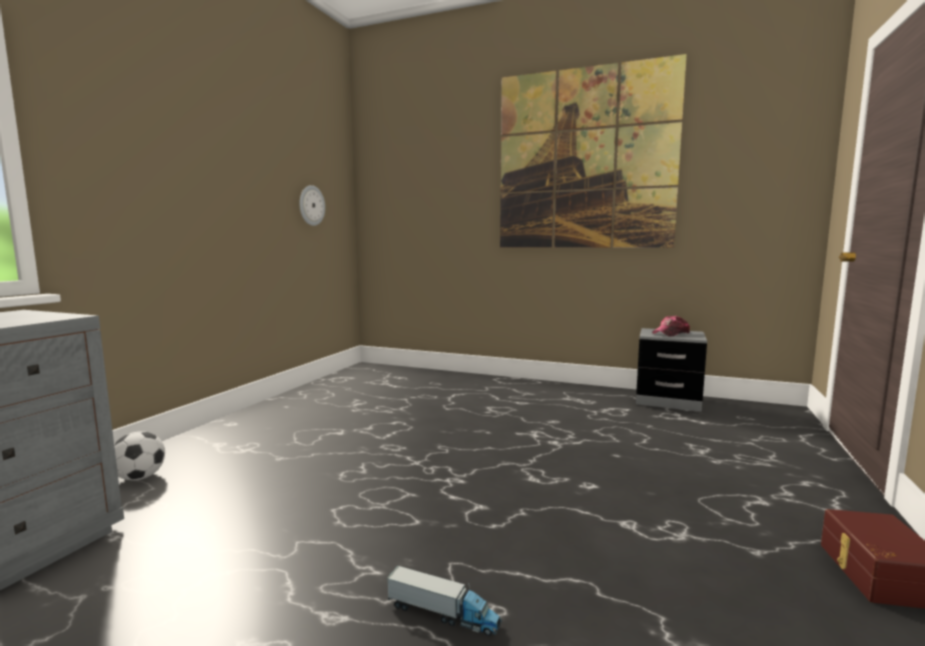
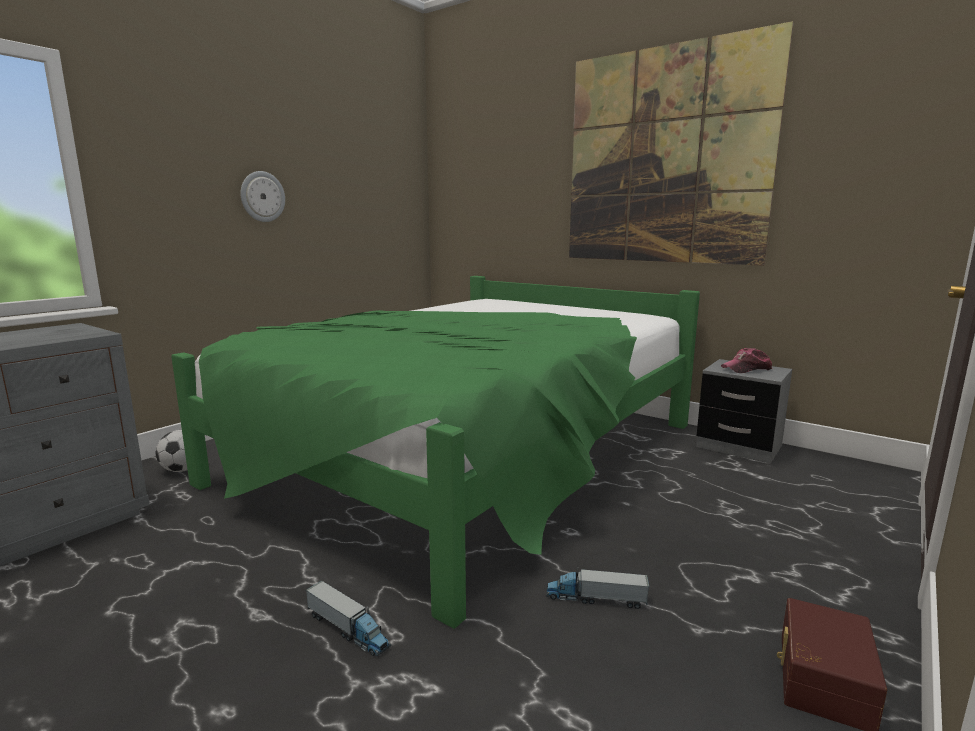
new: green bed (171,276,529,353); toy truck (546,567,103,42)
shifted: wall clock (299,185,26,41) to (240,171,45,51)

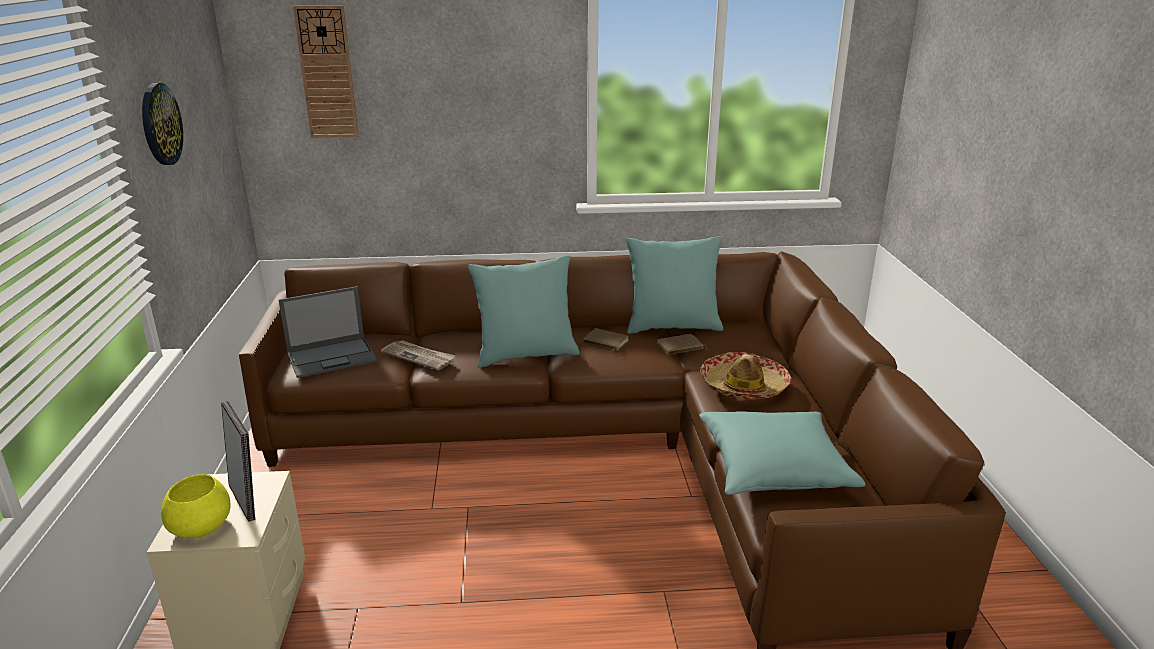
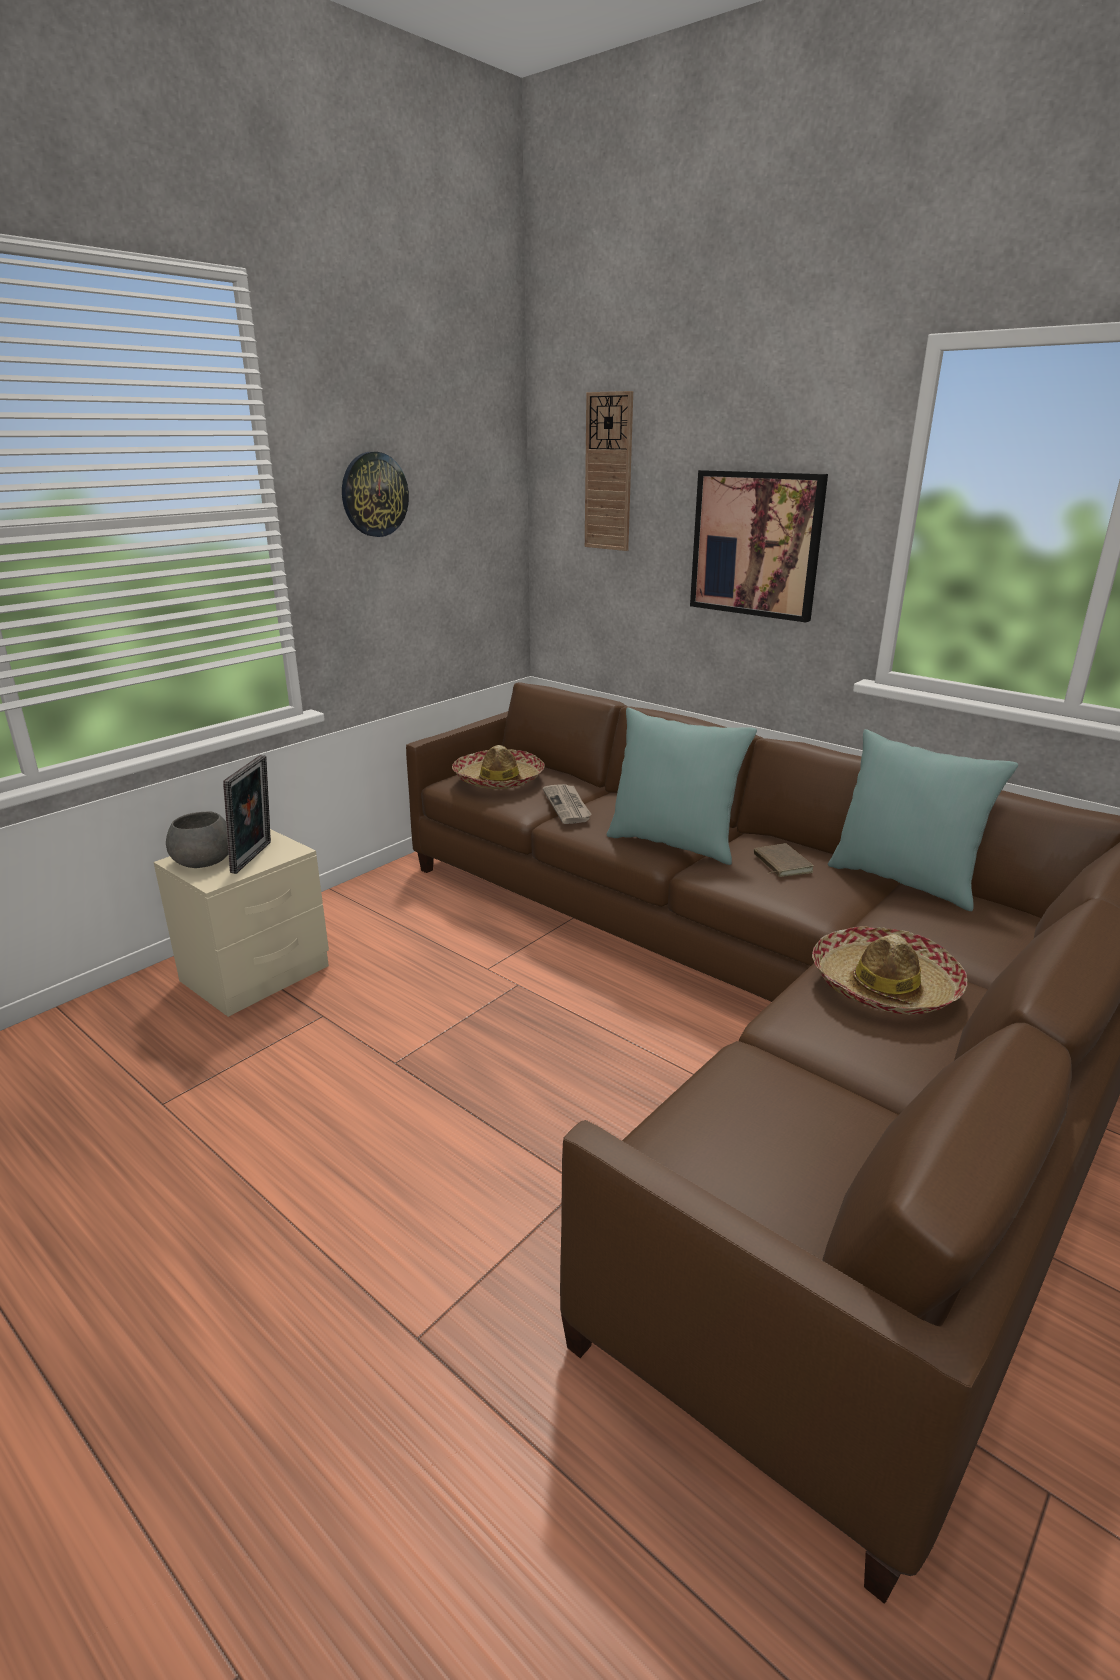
gone: brown book (657,334,50,21); turquoise pillow (699,411,167,84)
new: picture (690,470,138,152)
swapped: laptop (278,286,99,92) to hat (452,745,93,44)
repainted: yellow bowl (161,474,69,64) to grey bowl (166,812,62,56)

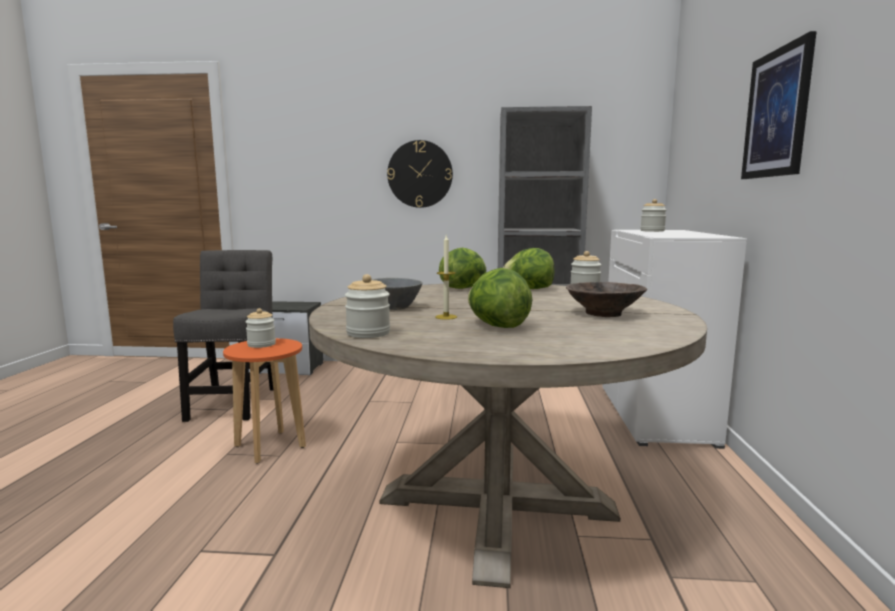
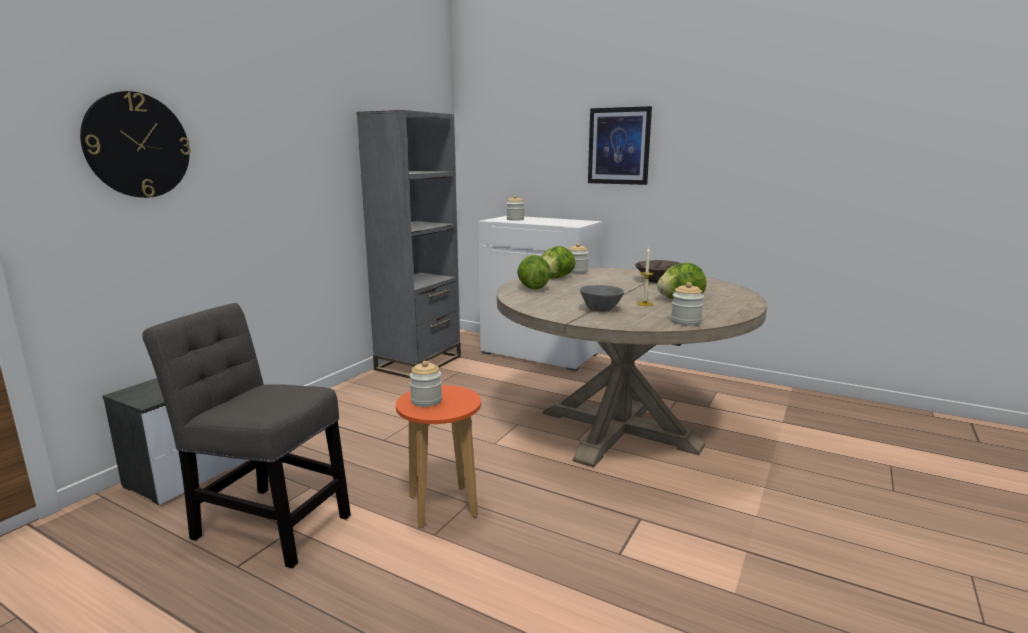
shifted: wall clock (387,140,66,68) to (80,91,111,107)

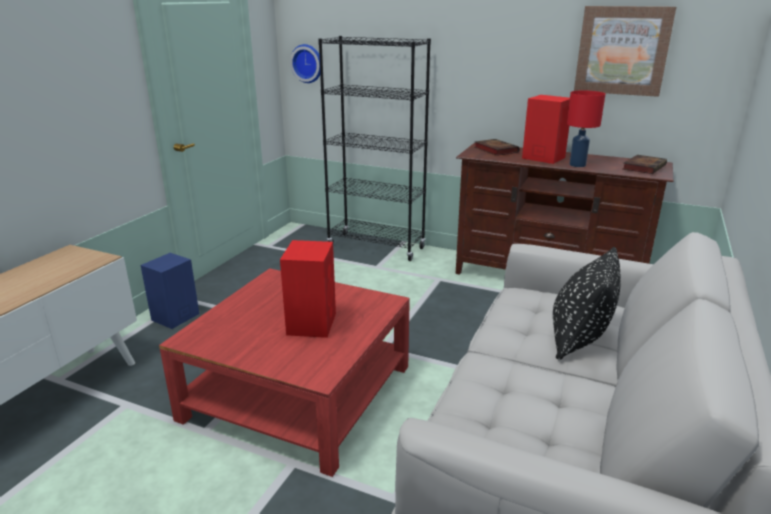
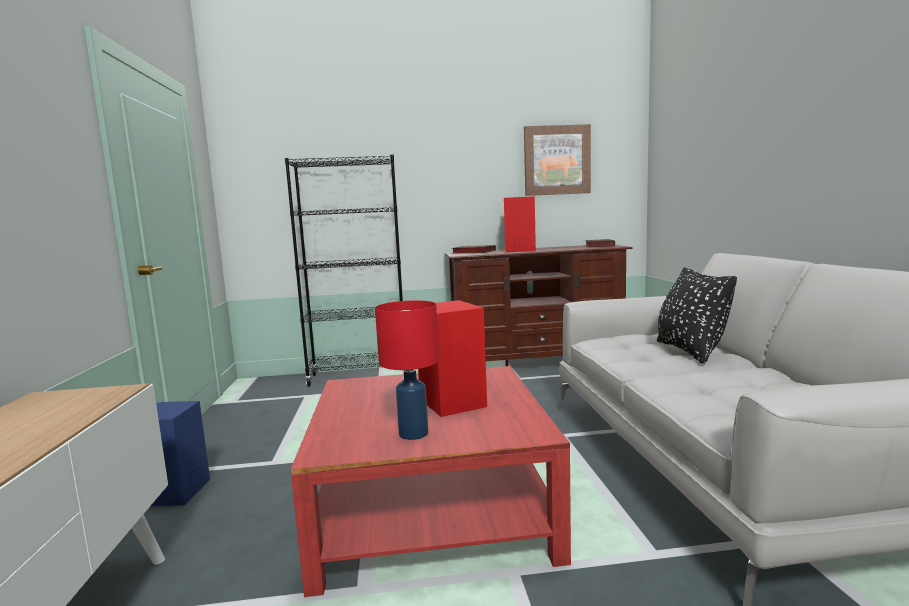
gone: wall clock (290,44,30,39)
shifted: red table lamp (567,90,38,77) to (375,300,64,140)

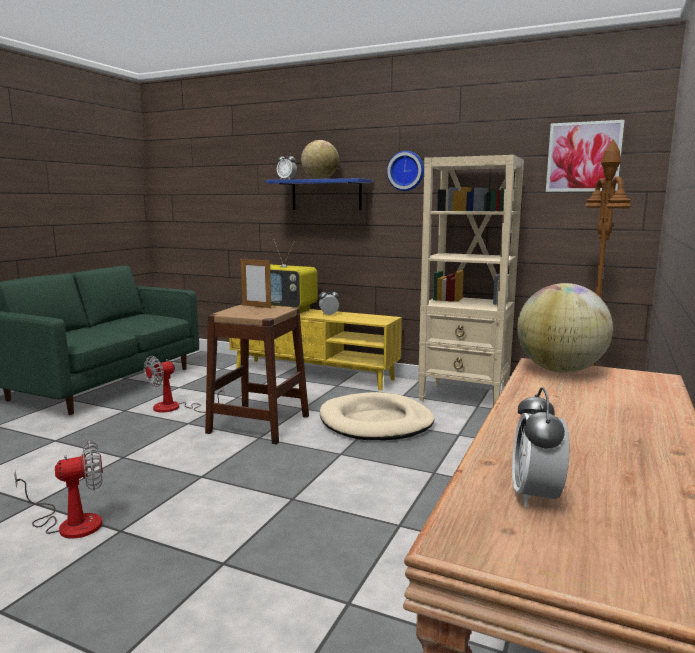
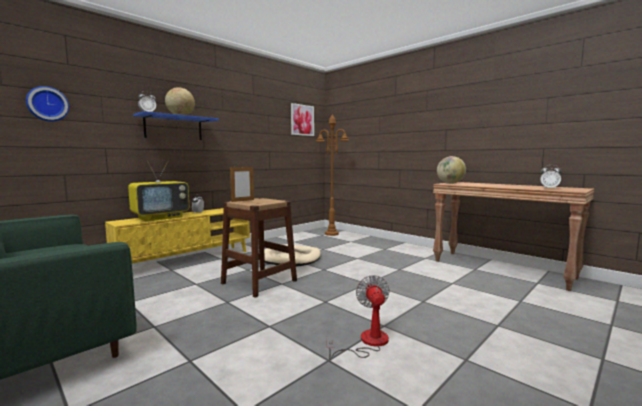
gone: fan (144,356,80,57); beige bookcase (418,155,106,251)
shifted: wall clock (387,151,37,40) to (26,86,43,36)

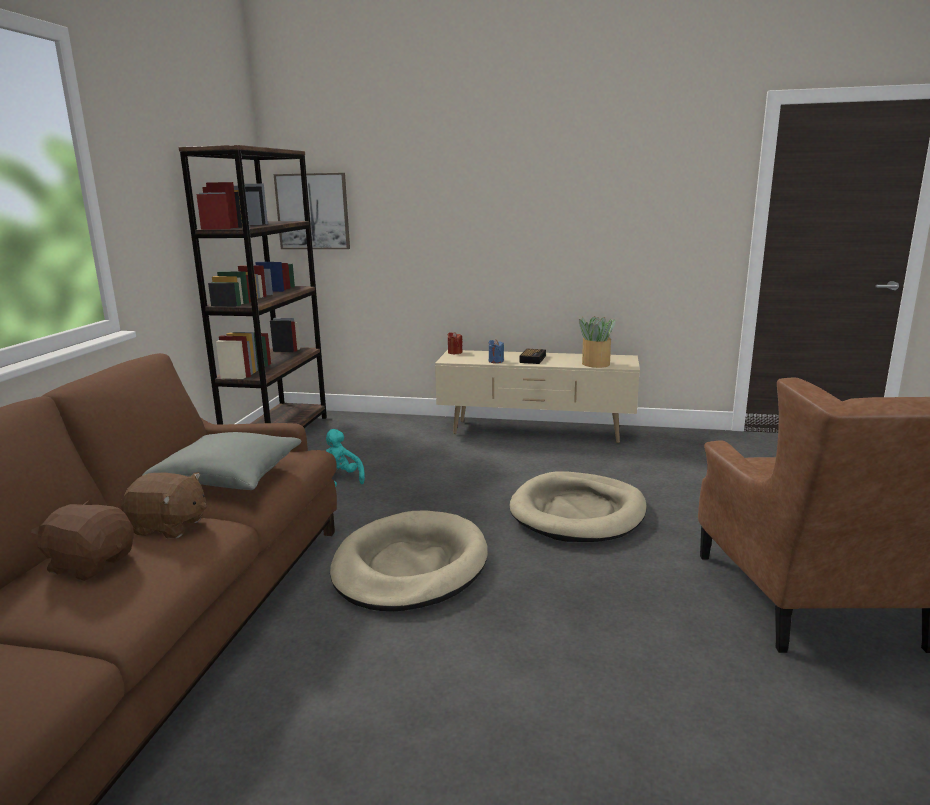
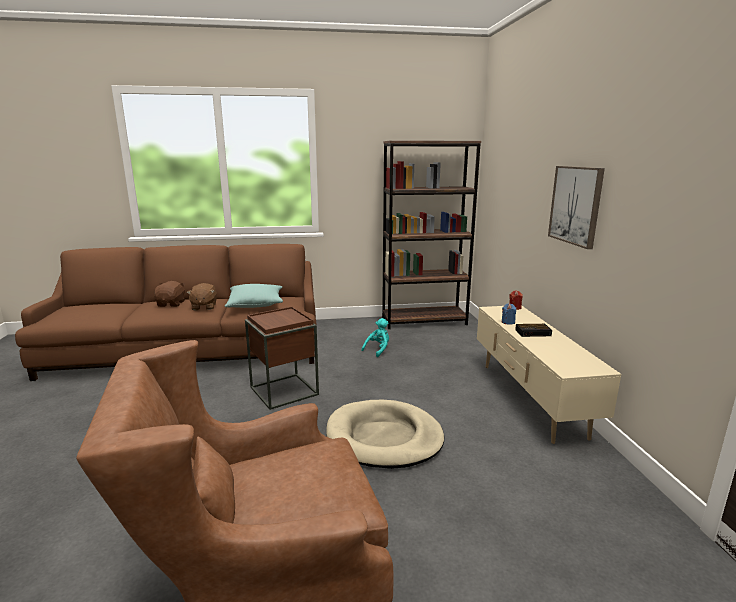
gone: potted plant (579,316,37,52)
shifted: picture (274,173,76,76) to (548,166,57,83)
swapped: beige dog bed (330,510,158,101) to brown side table (245,307,74,103)
repainted: grey pillow (142,432,159,58) to turquoise pillow (225,284,58,24)

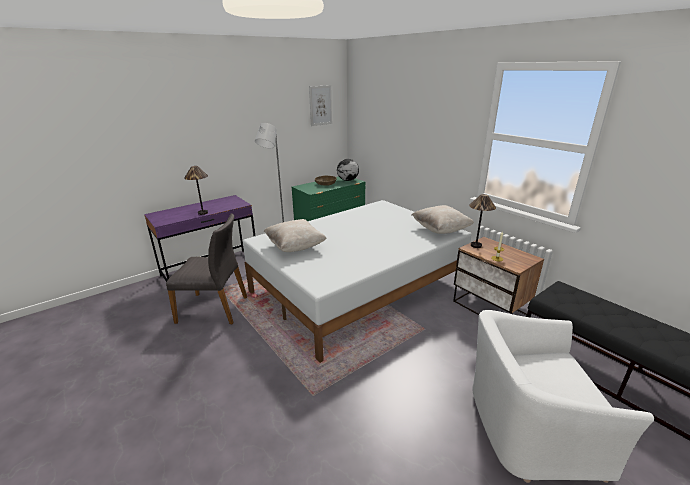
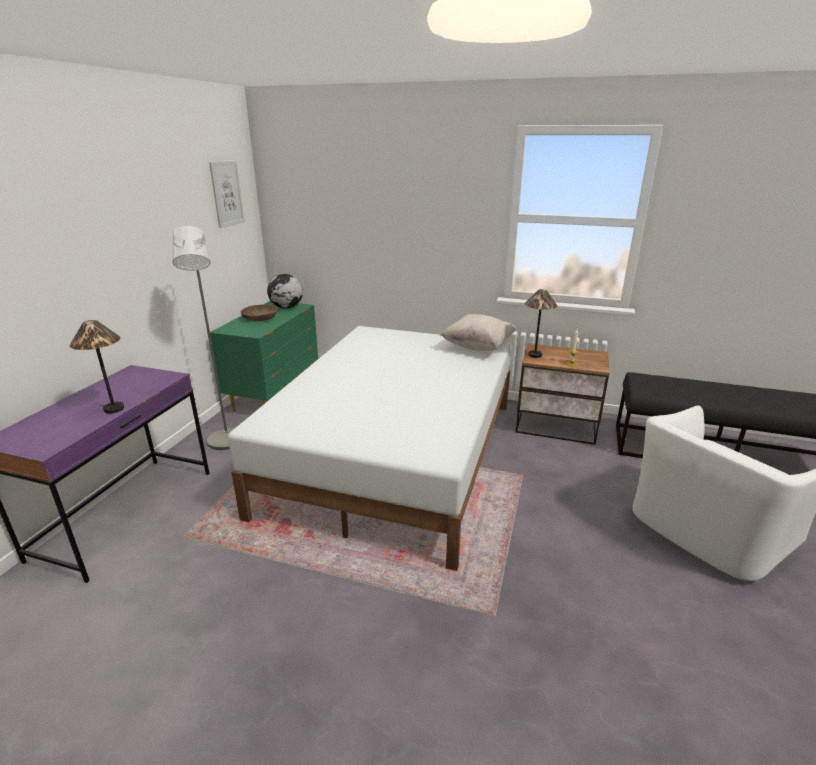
gone: grey chair (166,214,81,110); beige pillow (264,219,62,33)

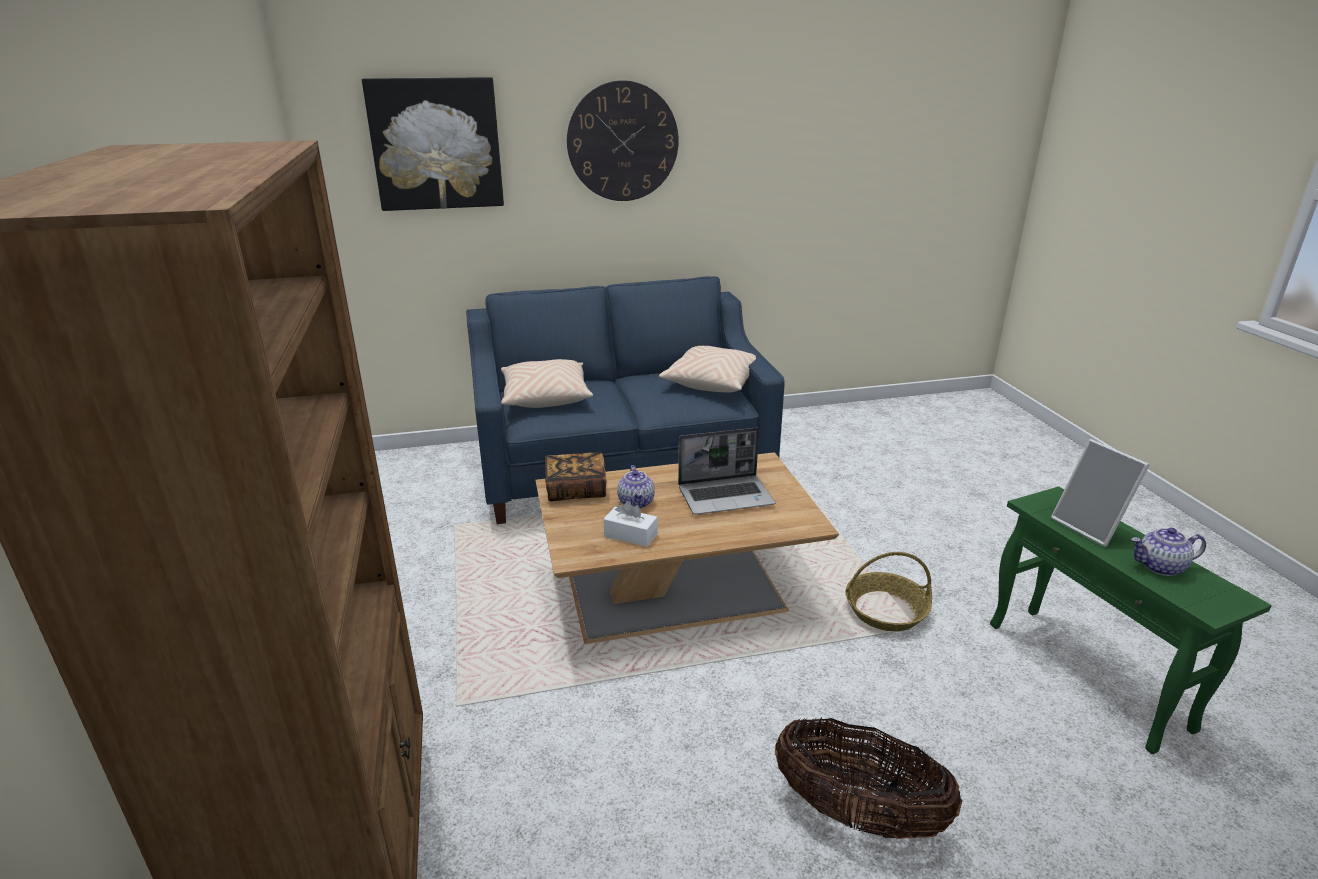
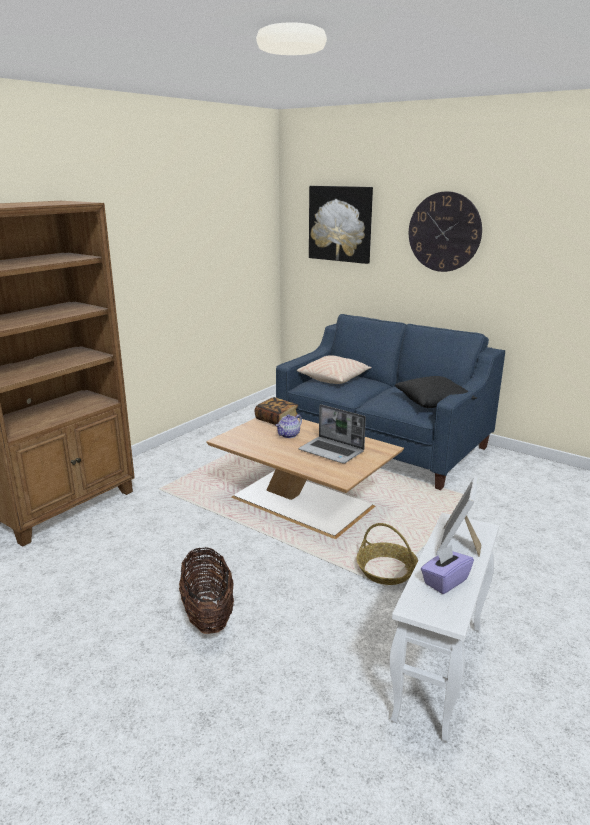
gone: white tissue box (603,501,54,46)
swapped: teapot (1131,527,75,49) to purple tissue box (421,545,53,49)
repainted: beige pillow (659,346,97,46) to black pillow (395,376,82,32); green side table (990,486,282,268) to white side table (390,513,109,229)

